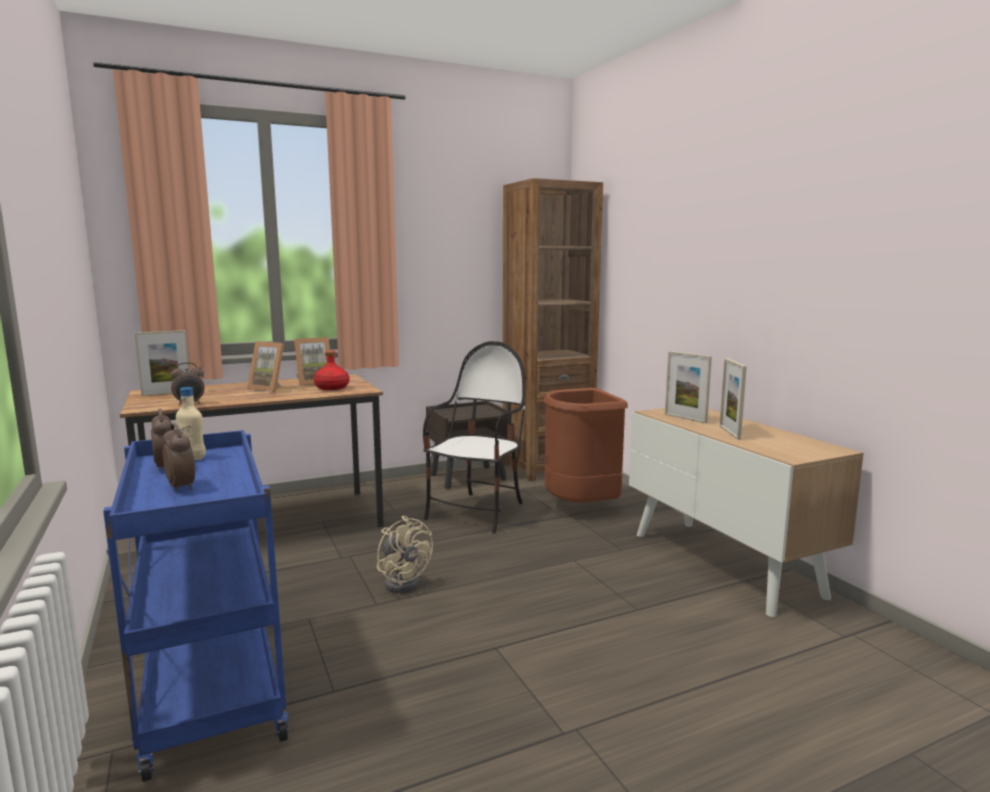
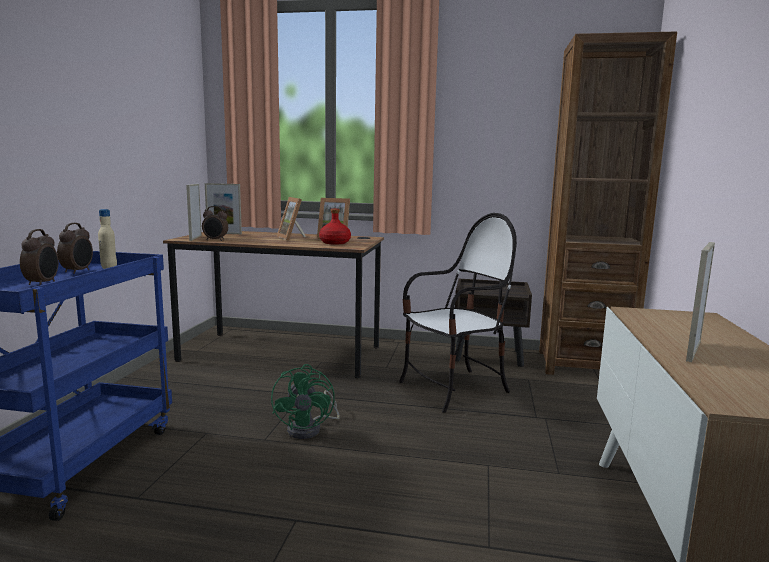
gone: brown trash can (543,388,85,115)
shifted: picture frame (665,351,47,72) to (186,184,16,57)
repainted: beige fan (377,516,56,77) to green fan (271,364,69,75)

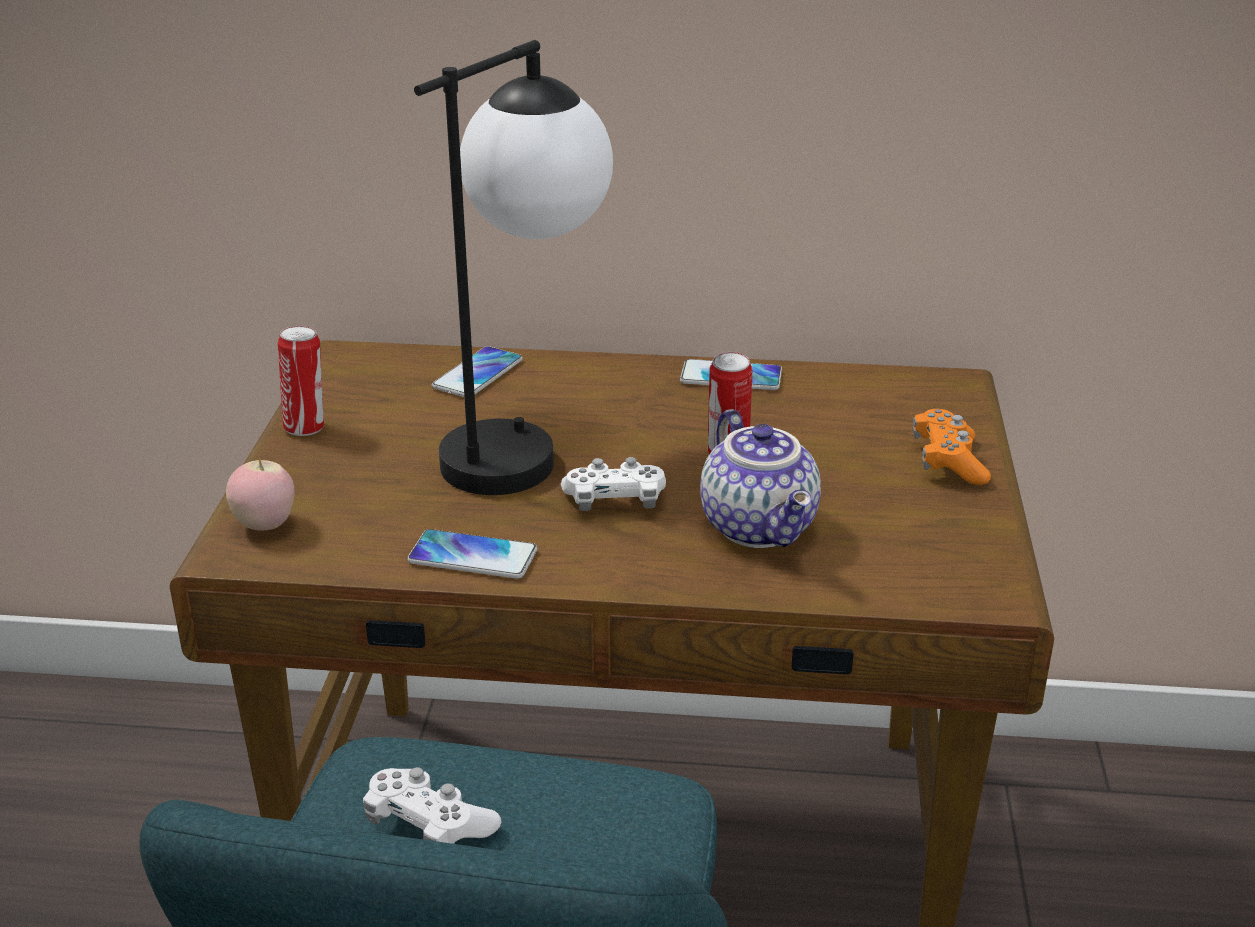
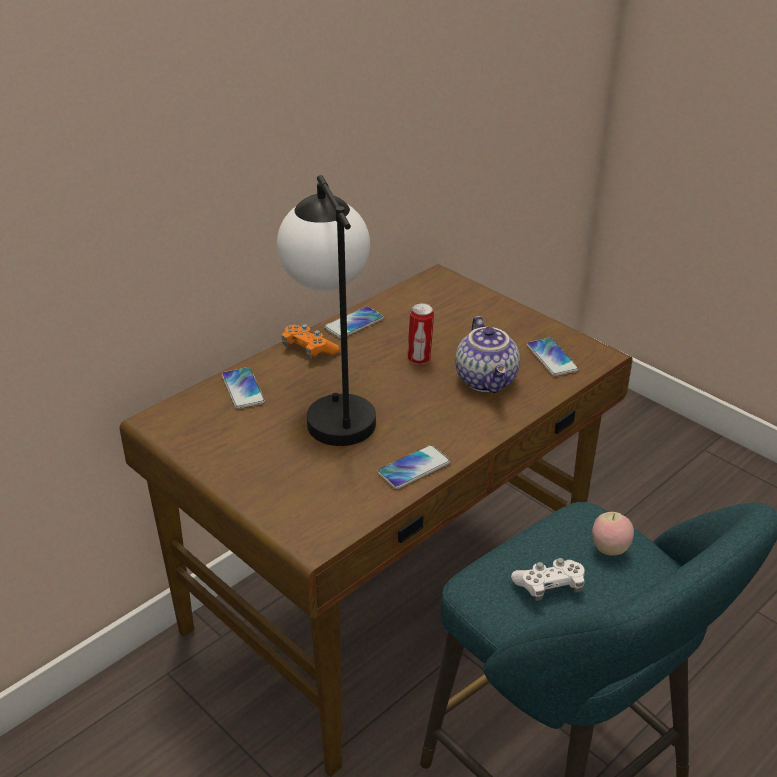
gone: can (278,326,46,110); white game controller (561,457,105,54)
new: phone (527,338,52,38)
shifted: apple (226,458,68,72) to (592,512,42,44); orange game controller (913,409,78,76) to (282,324,58,35)
rotated: teapot (700,409,121,139) = (455,316,65,77) 60 degrees clockwise

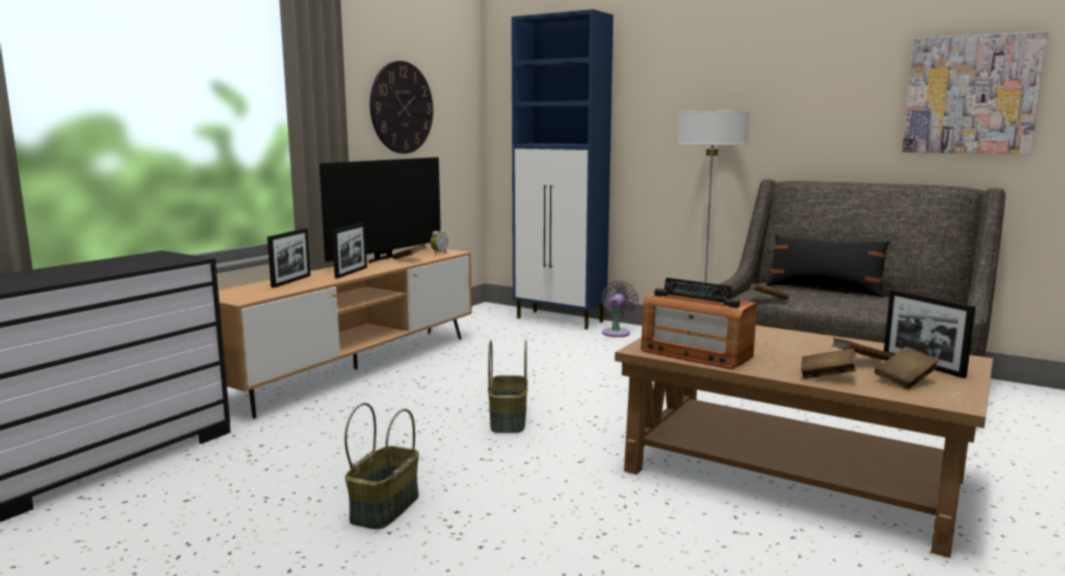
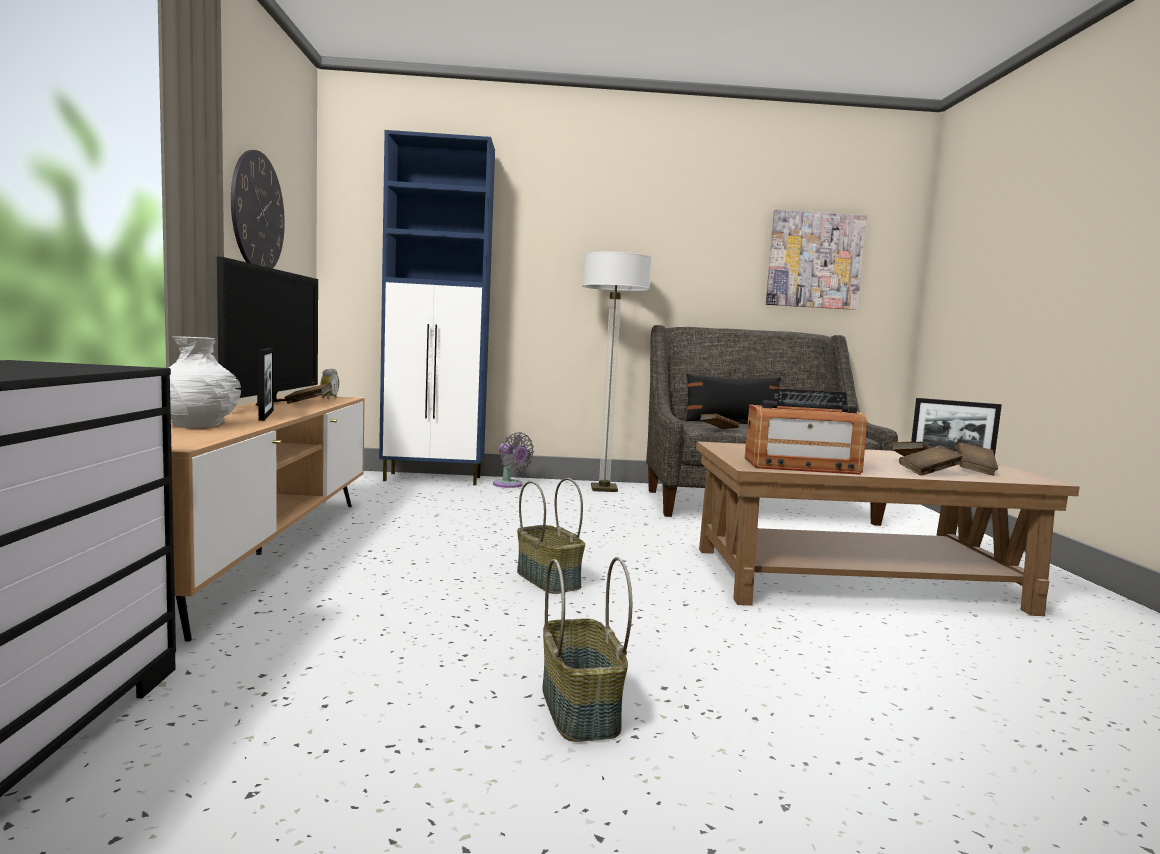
swapped: picture frame (267,228,43,60) to white vase (169,336,72,92)
rotated: grey fan (602,281,36,56) = (493,432,41,56) 150 degrees clockwise

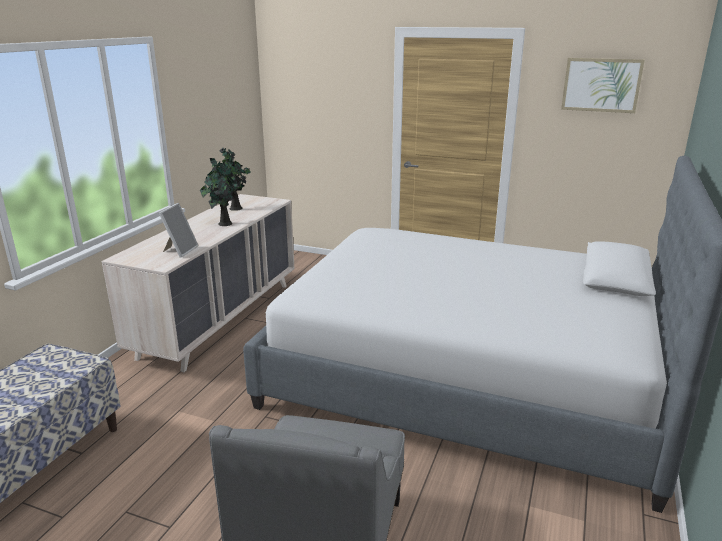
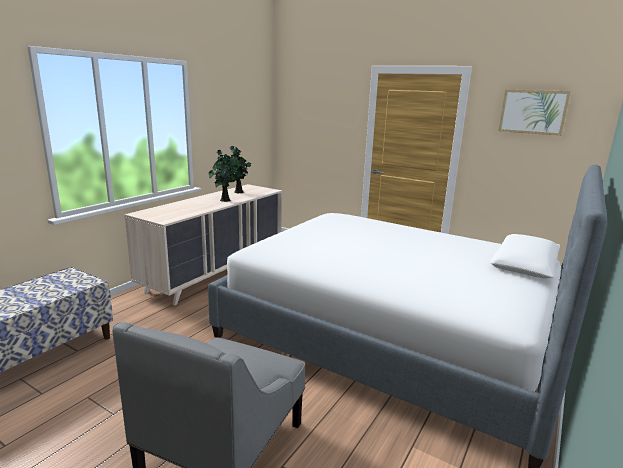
gone: picture frame (159,203,40,55)

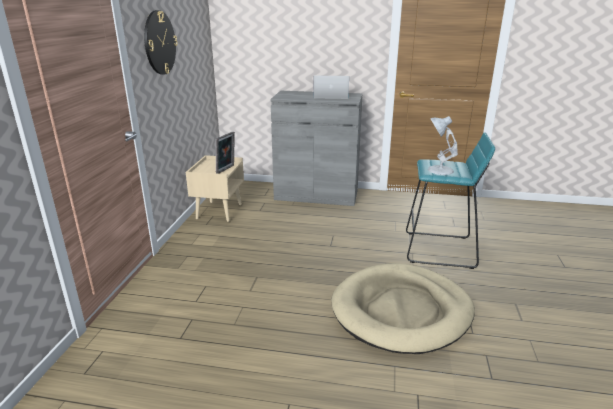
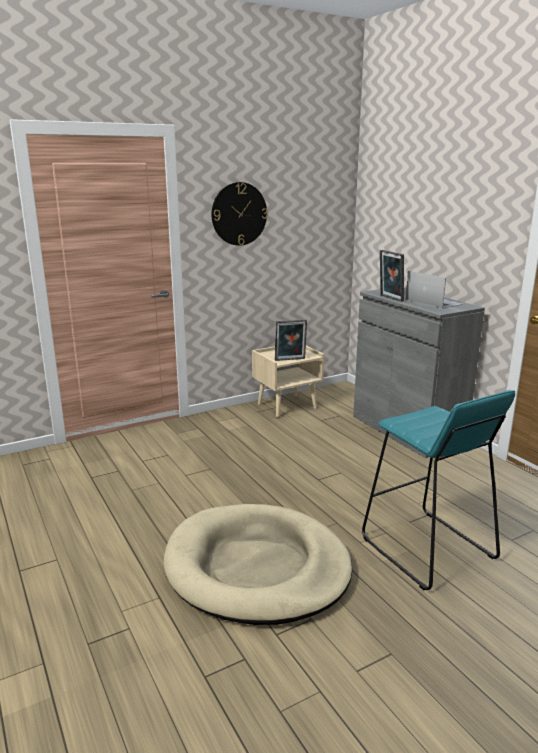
gone: white table lamp (428,116,30,59)
new: picture frame (380,250,24,52)

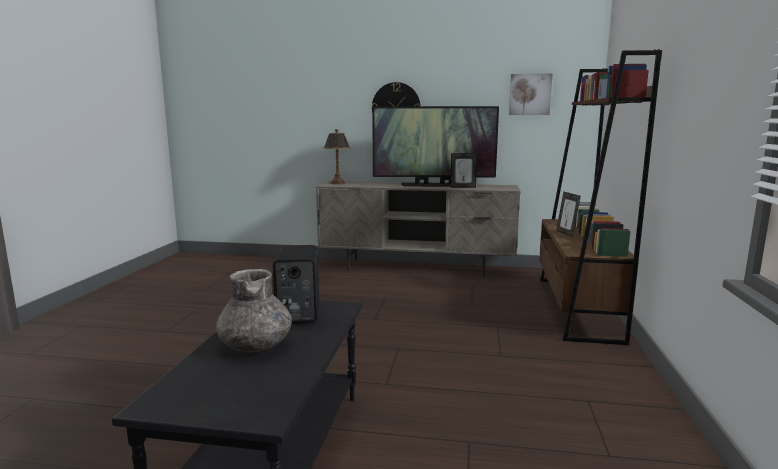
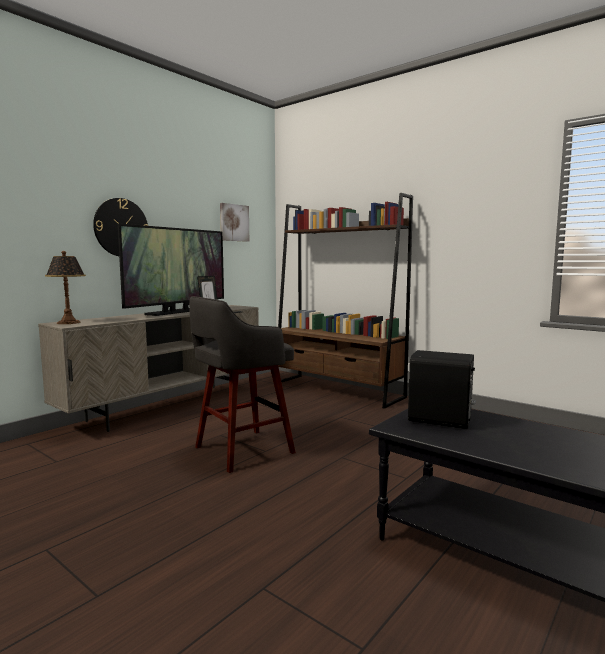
gone: grey vase (216,269,76,83); picture frame (556,192,25,45)
new: grey stool (189,296,107,177)

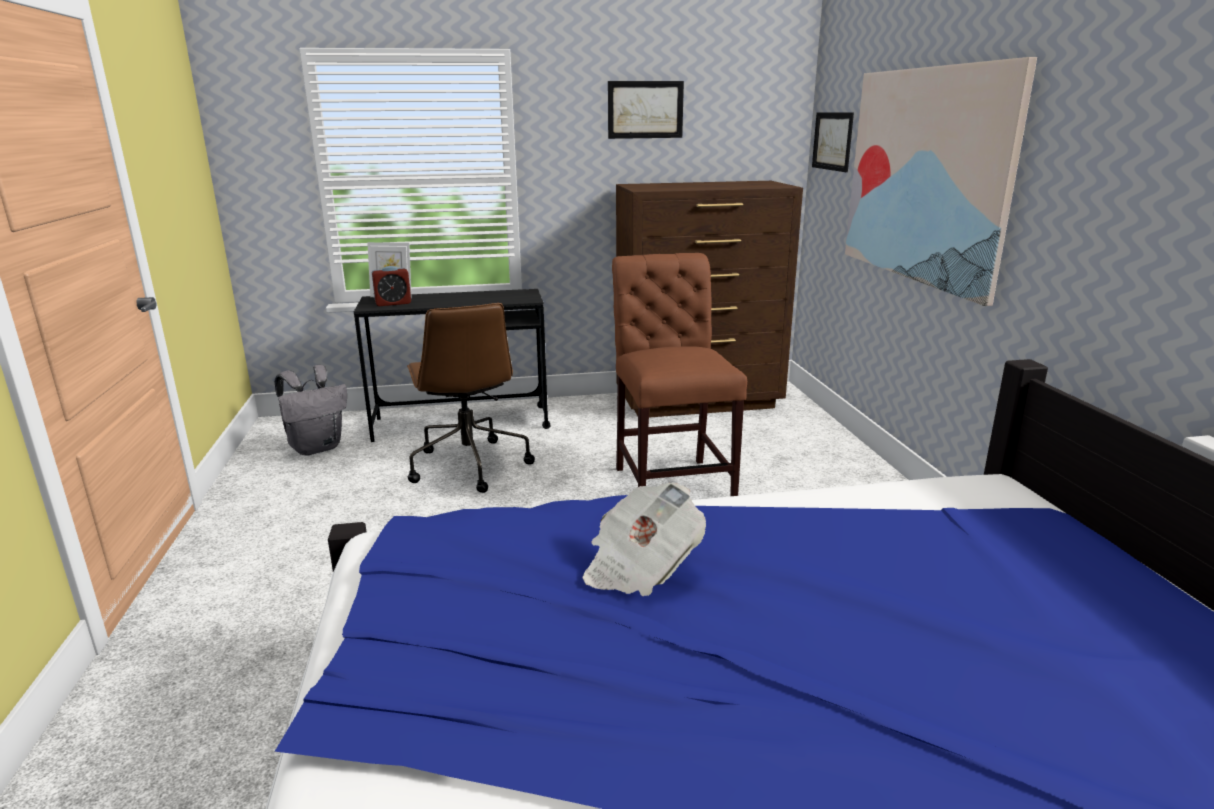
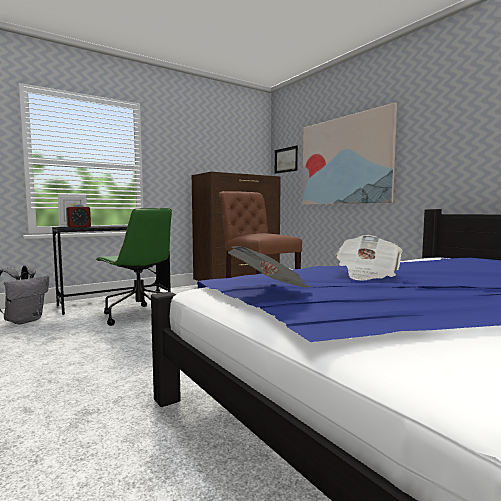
gone: picture (608,81,76,58)
new: newspaper (228,246,82,41)
repainted: brown office chair (407,303,128,190) to green office chair (95,208,77,118)

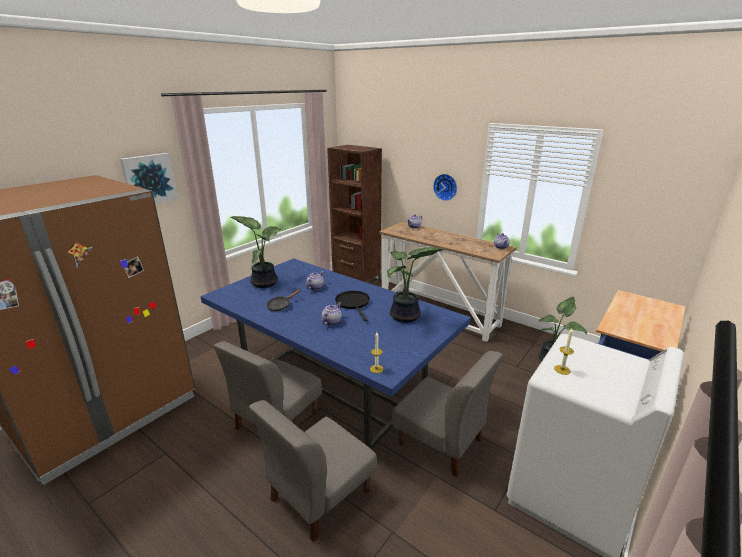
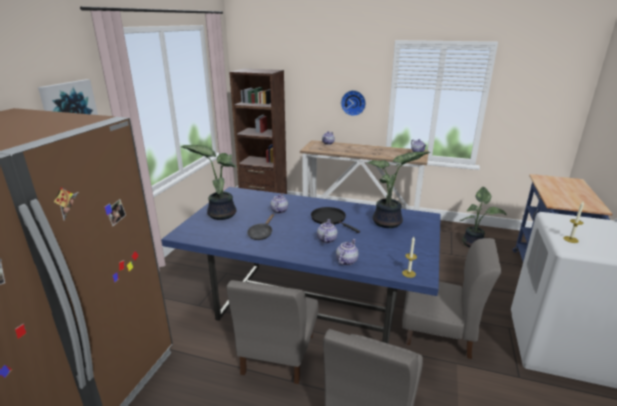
new: teapot (336,239,23,26)

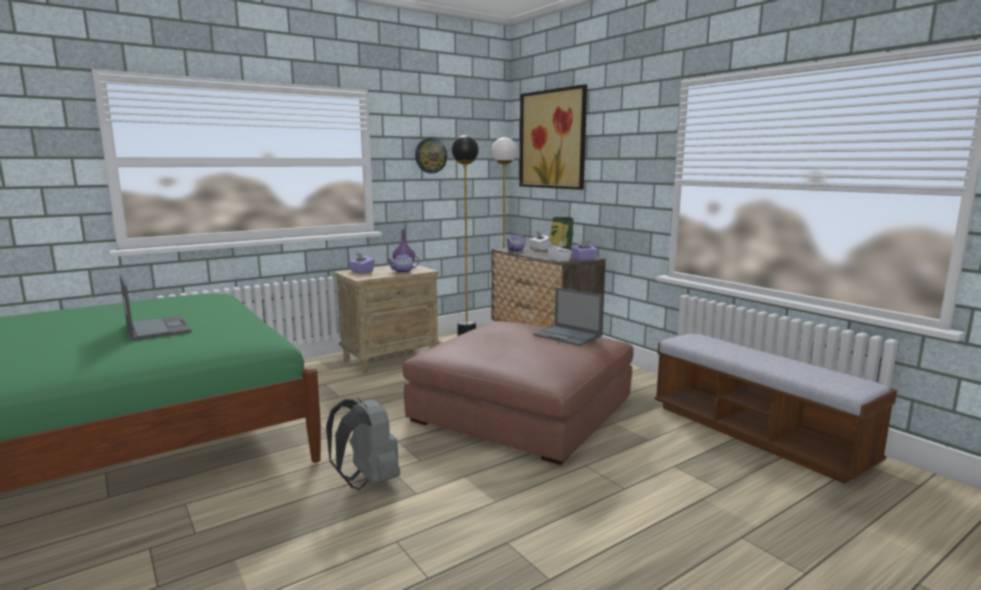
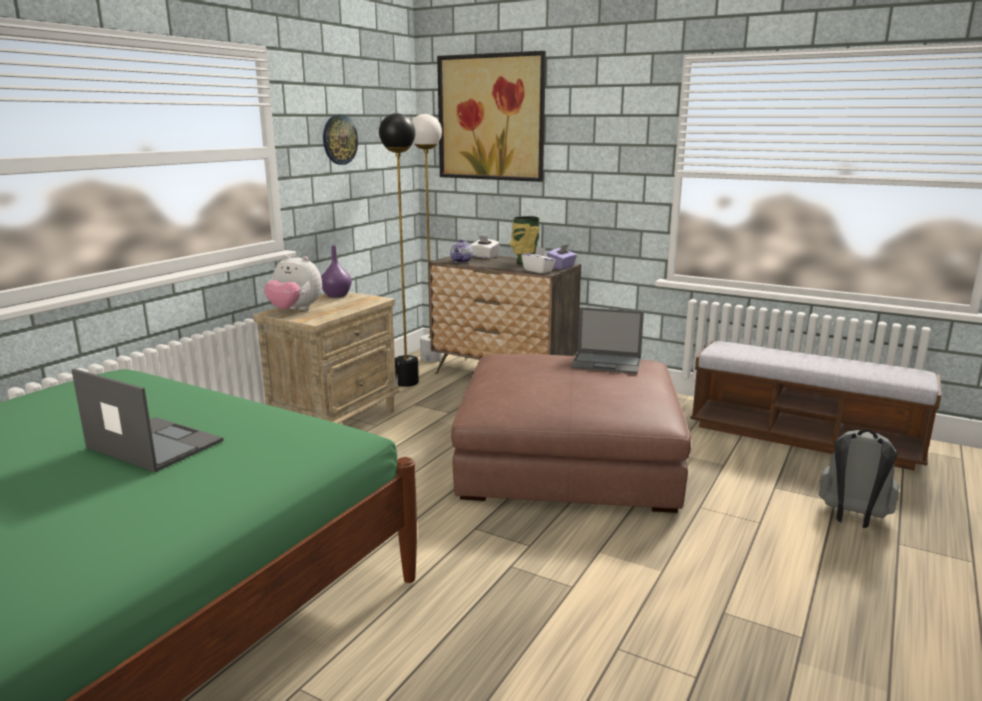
gone: teapot (387,252,32,21)
shifted: grey backpack (326,397,74,93) to (819,430,80,98)
swapped: purple tissue box (348,253,27,21) to plush toy (264,255,58,55)

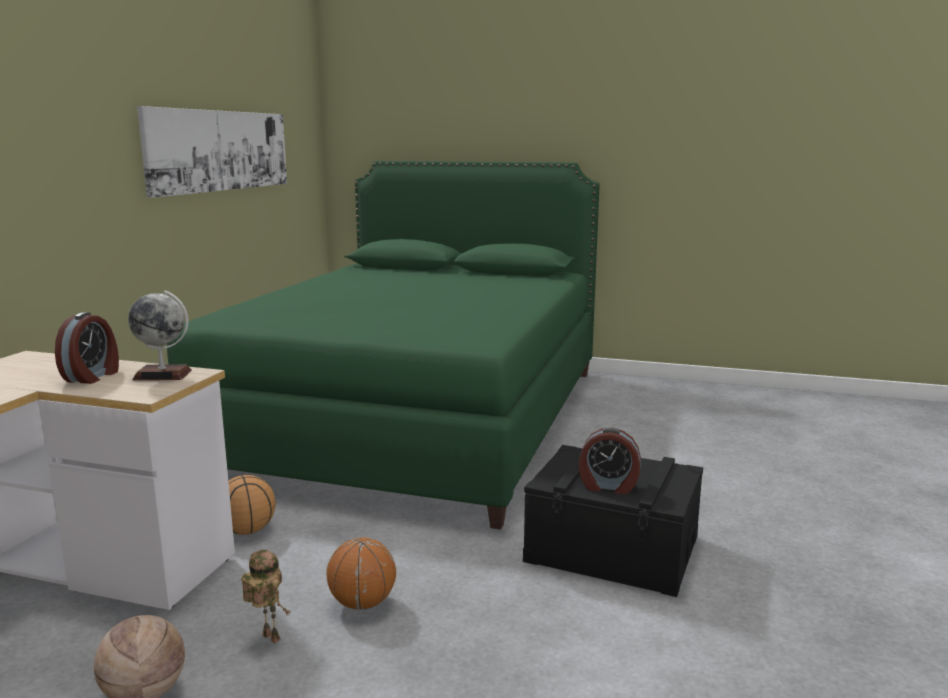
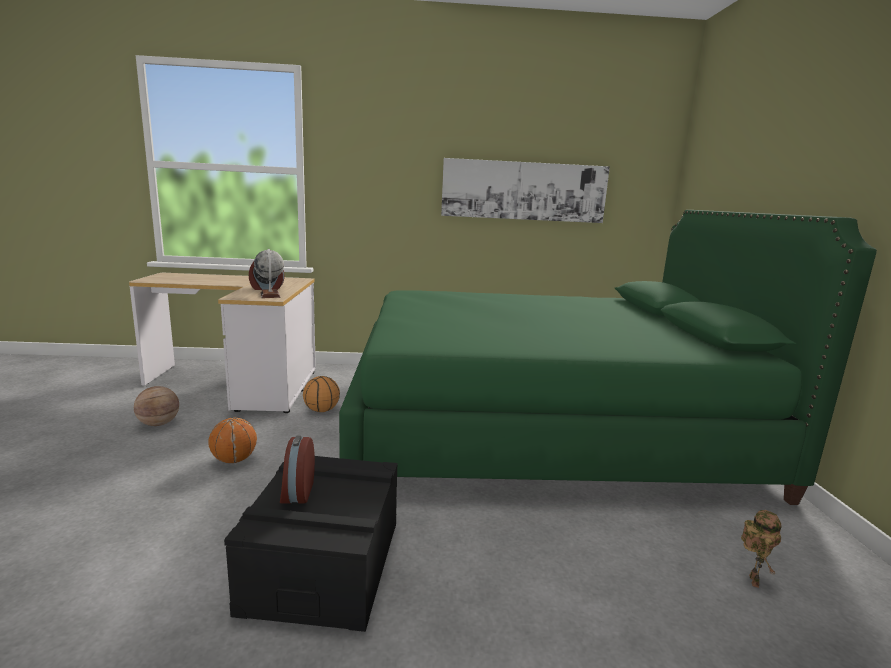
shifted: toy robot (241,550,50,93) to (741,510,40,78)

